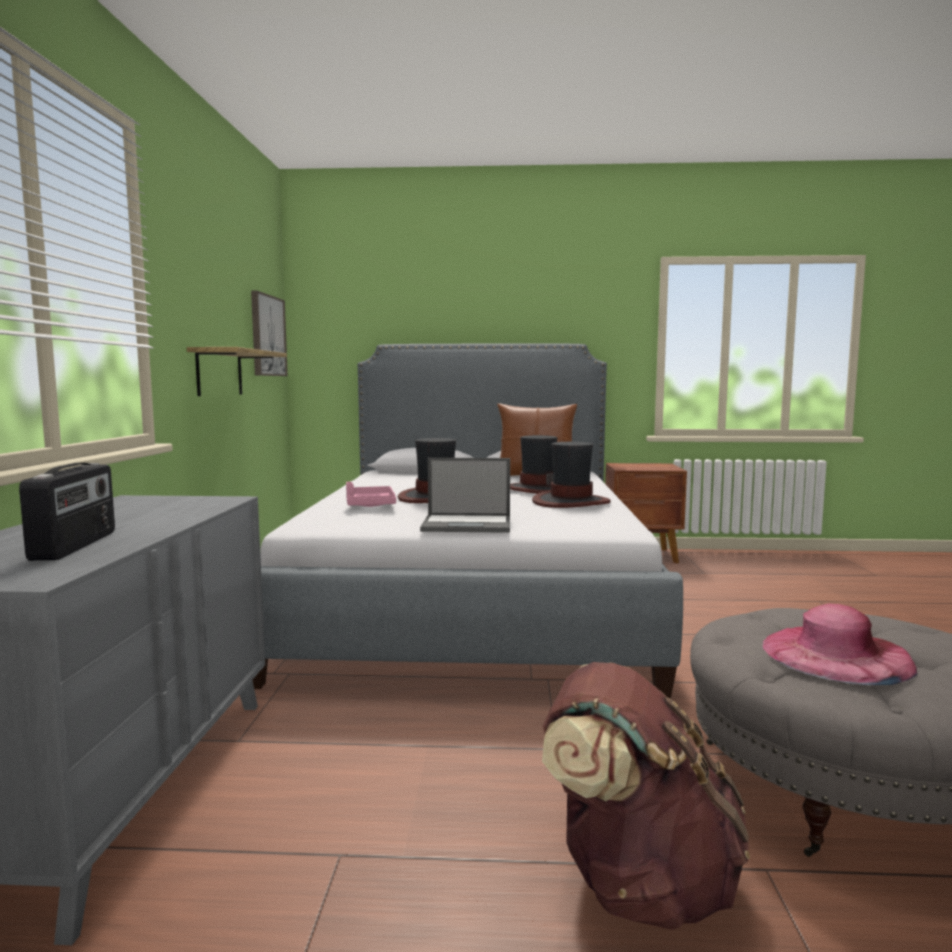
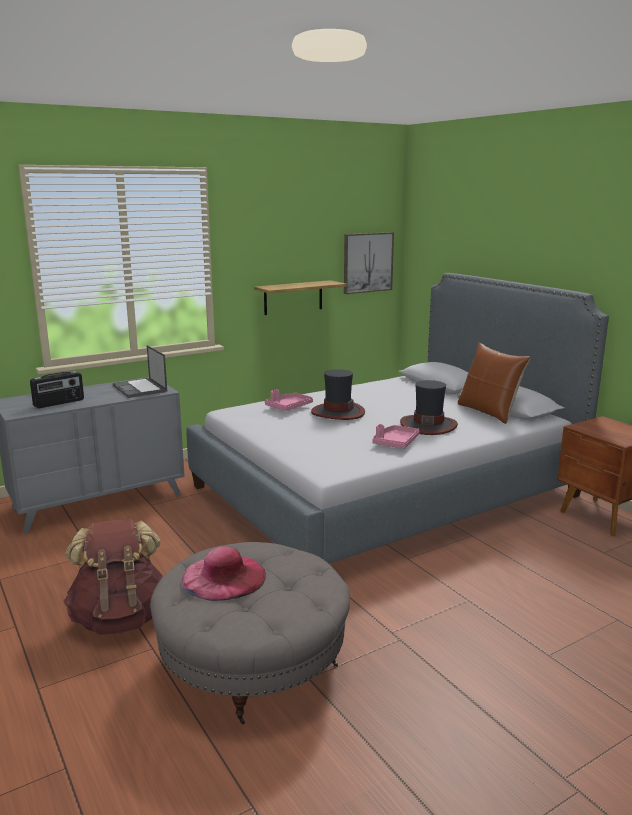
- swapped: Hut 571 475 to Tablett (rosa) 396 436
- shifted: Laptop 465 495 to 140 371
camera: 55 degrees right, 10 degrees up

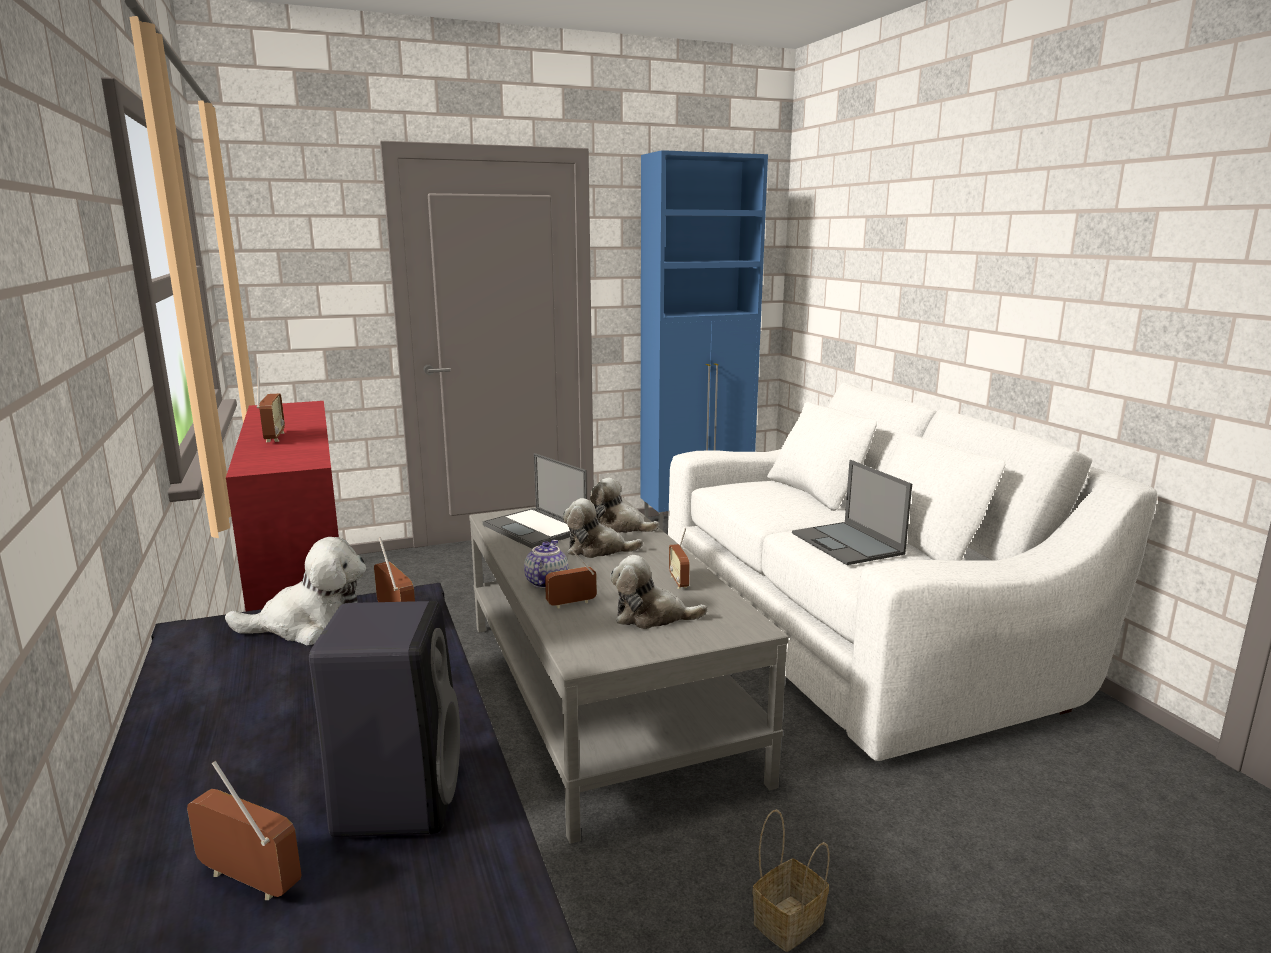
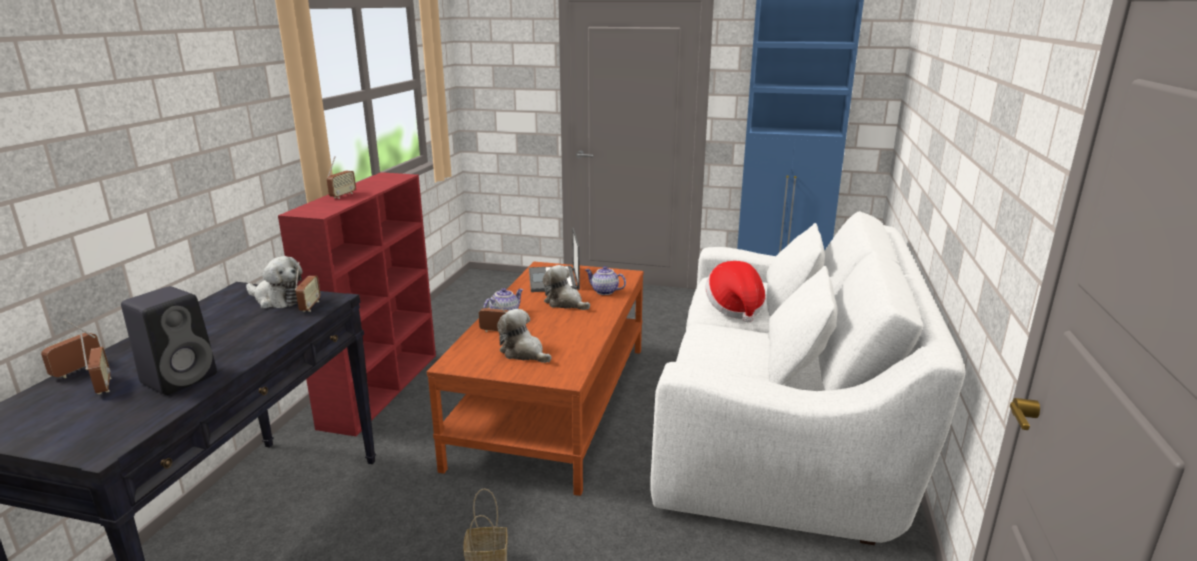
- gone: Laptop 852 512
- swapped: Plüschtier 624 505 to Teekanne 605 280
- repainted: Couchtisch (grau) 629 670 to Couchtisch (braun) 535 379
- shifted: Radio 679 558 to 70 348
- new: Hut 736 292
camera: 35 degrees right, 5 degrees up

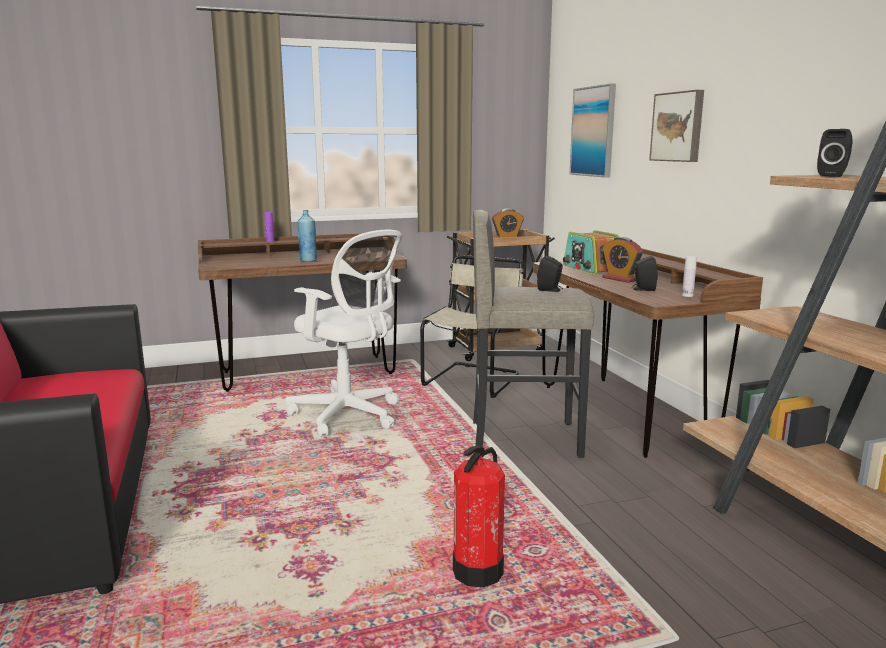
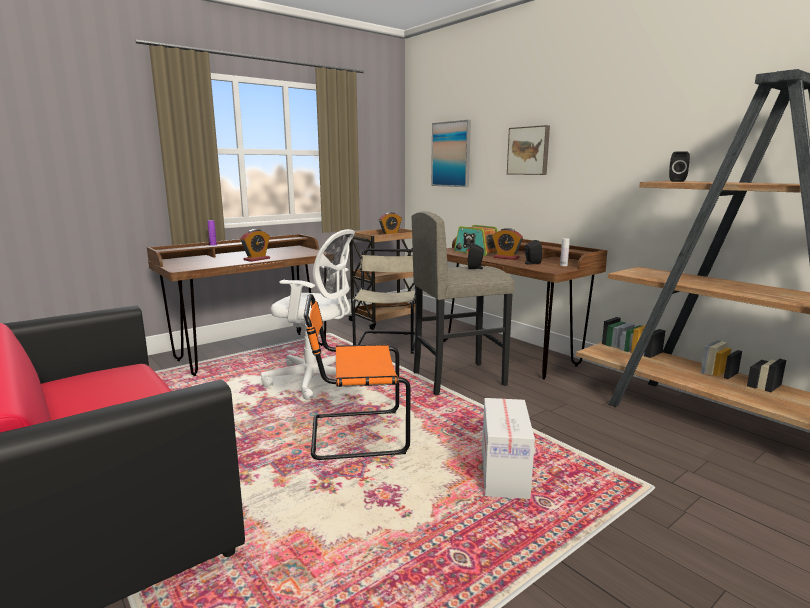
- swapped: Flasche (blau) 307 236 to Wecker 255 245
- swapped: Feuerlöscher 479 516 to Karton 508 448
- new: Stuhl (orange) 357 377
camera: 20 degrees left, 0 degrees up

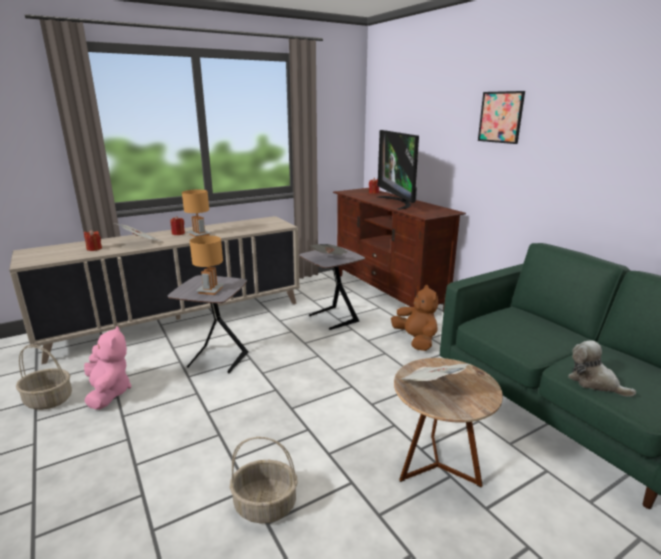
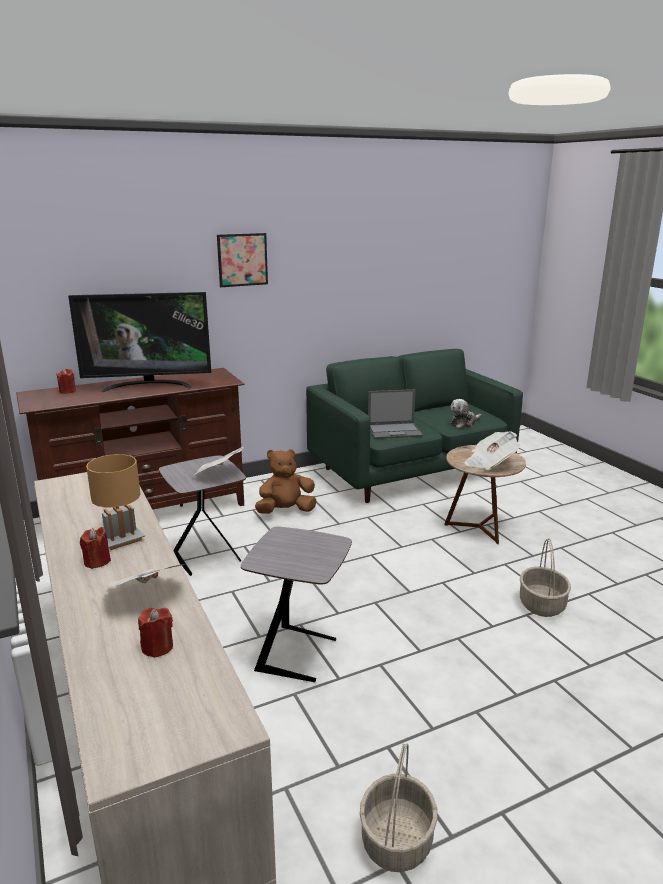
- gone: Tischlampe (braun) 207 265
- gone: Plüschtier (rosa) 107 368
- new: Laptop 395 414
camera: 85 degrees left, 0 degrees up

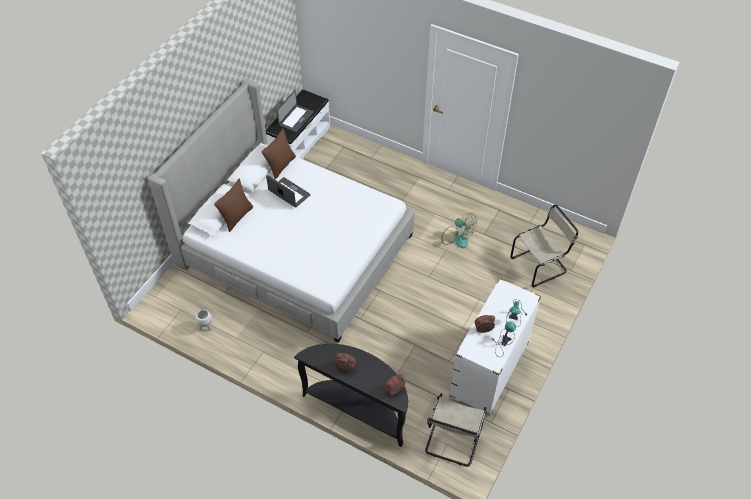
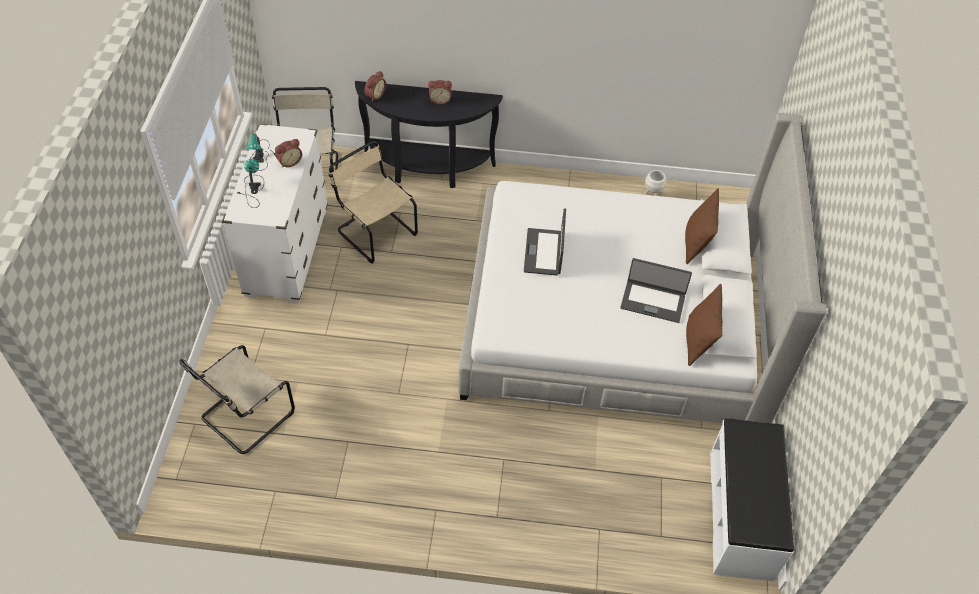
- shifted: Laptop 295 111 to 545 241
- gone: Ventilator 459 230
- new: Stuhl (beige) 373 202
camera: 155 degrees right, 0 degrees up

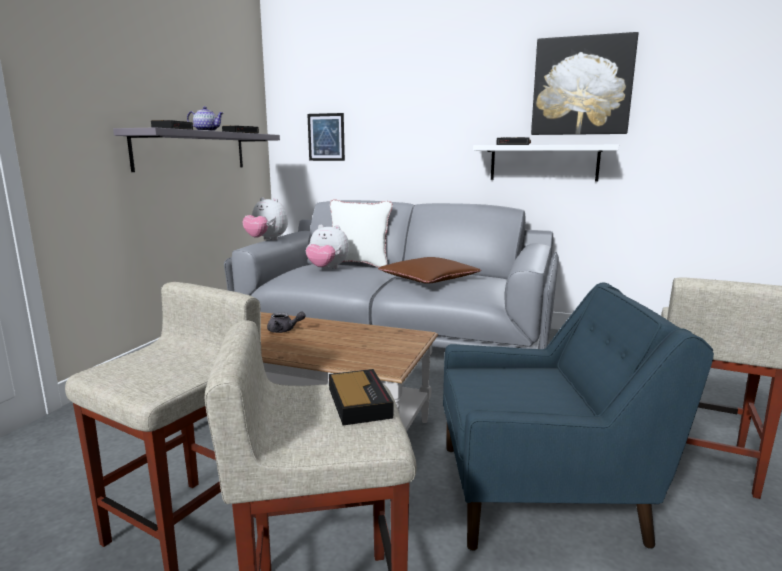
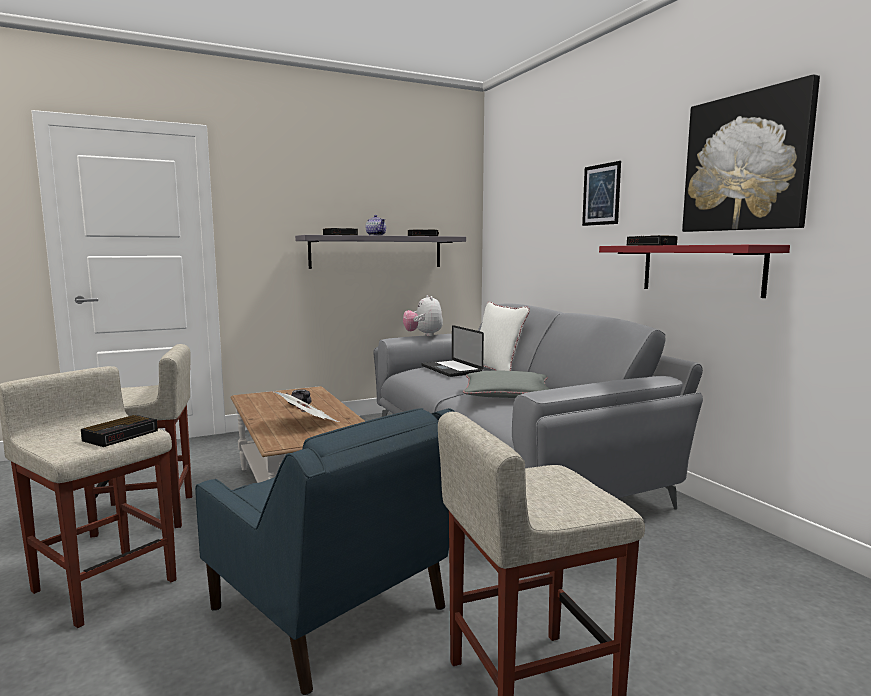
- shifted: Bild 326 137 to 601 193
- repainted: Wandregal (weiß) 546 163 to Wandregal (rot) 694 271
- swapped: Plüschtier 327 247 to Laptop 452 351
- repainted: Kissen (braun) 429 270 to Kissen (grau) 506 384
- new: Zeitung 305 406
camera: 45 degrees right, 5 degrees down

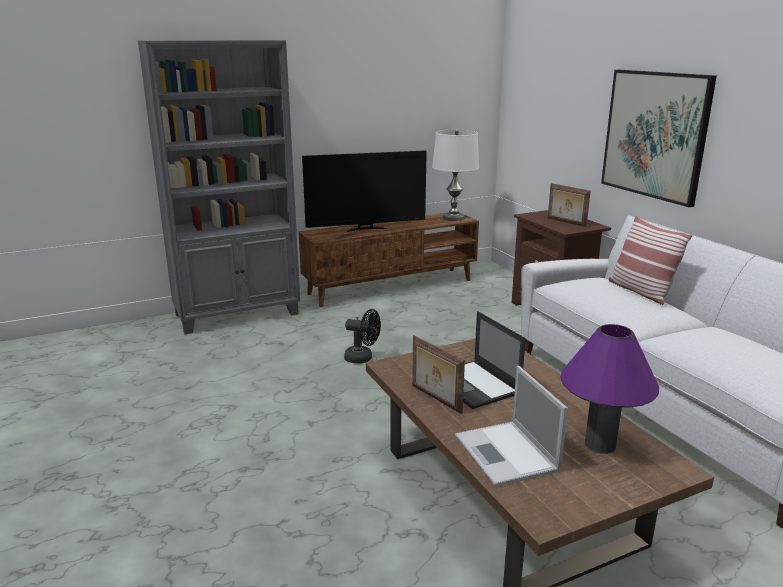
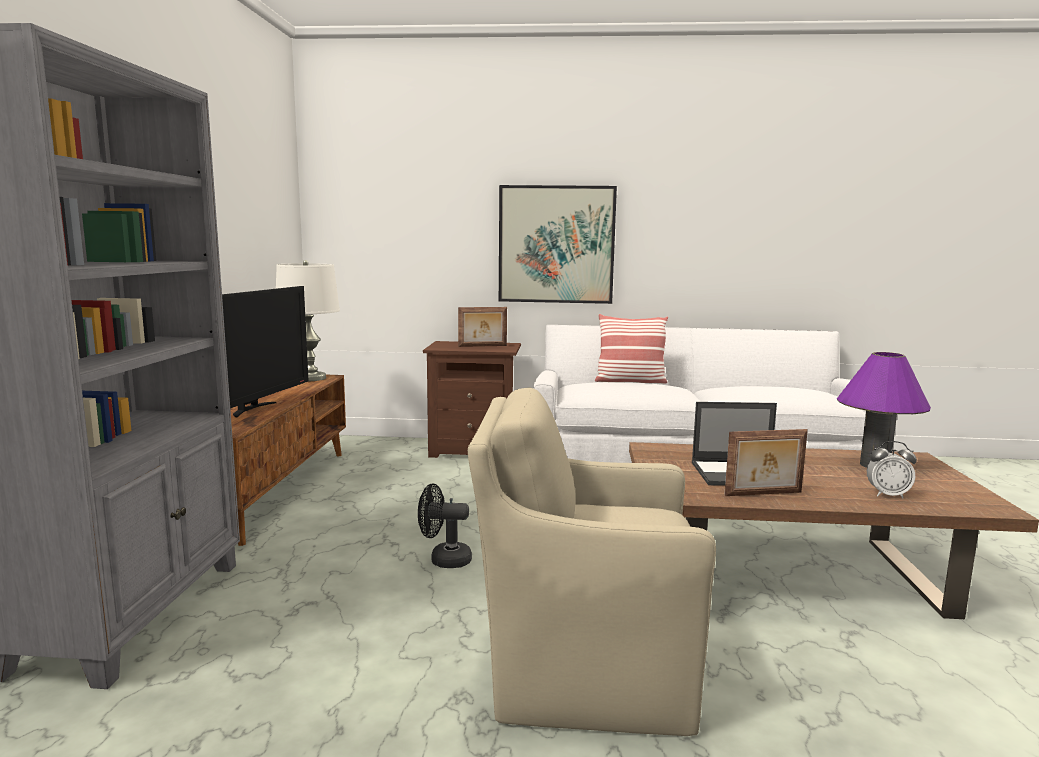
- rotated: Ventilator (schwarz) 362 336 = 445 525 135 degrees counterclockwise
- swapped: Laptop 511 426 to Wecker 892 469
- new: Sessel (beige) 592 561
camera: 60 degrees left, 10 degrees down

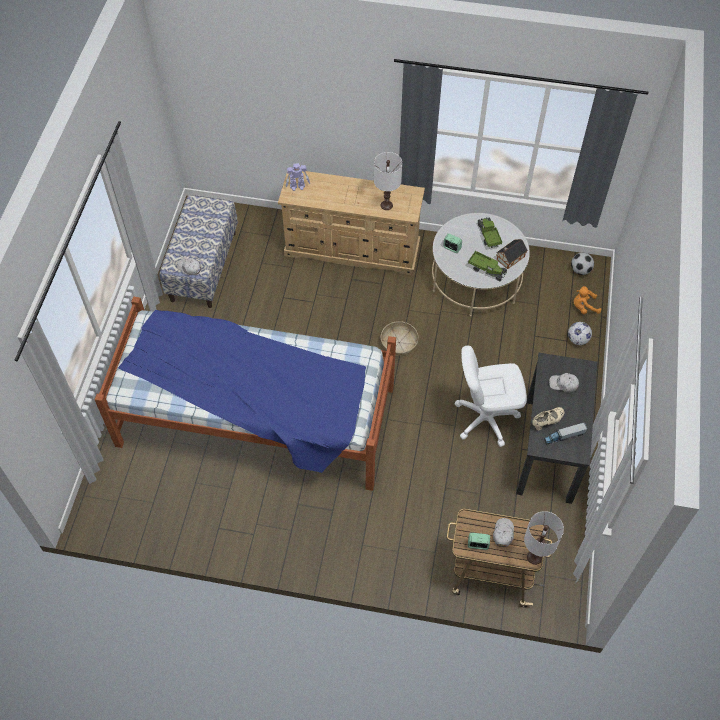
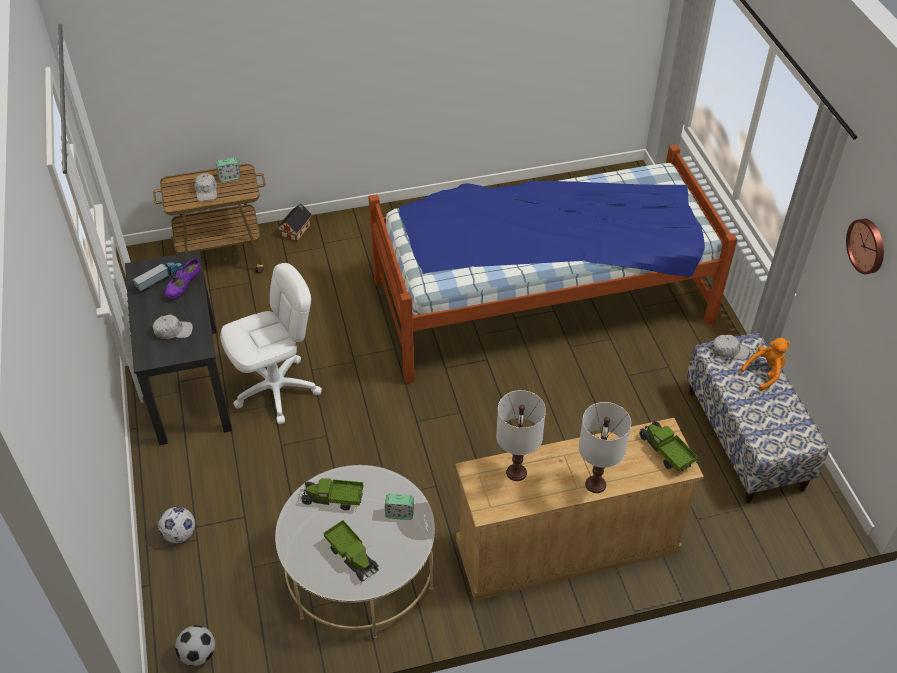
- swapped: Spielzeugroboter 298 177 to Spielzeuglaster 668 446
- shifted: Spielzeughaus 512 254 to 295 223
- shifted: Plüschtier (orange) 587 300 to 765 364
- gone: Korb 400 338
- repainted: Schuh (beige) 548 418 to Schuh (lila) 183 278
- shifted: Tischlampe (weiß) 544 538 to 605 447
- new: Wanduhr 865 246
camera: 155 degrees right, 10 degrees down

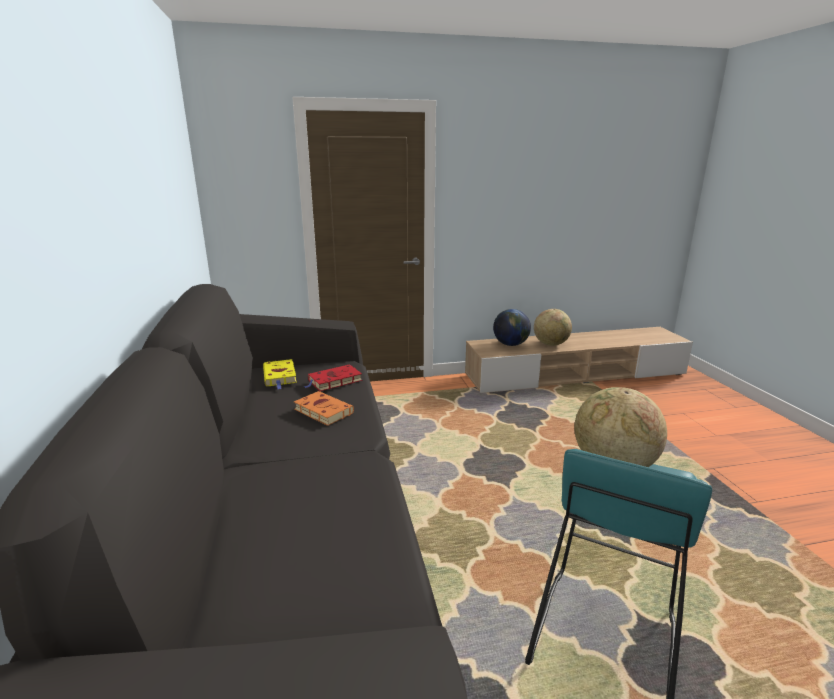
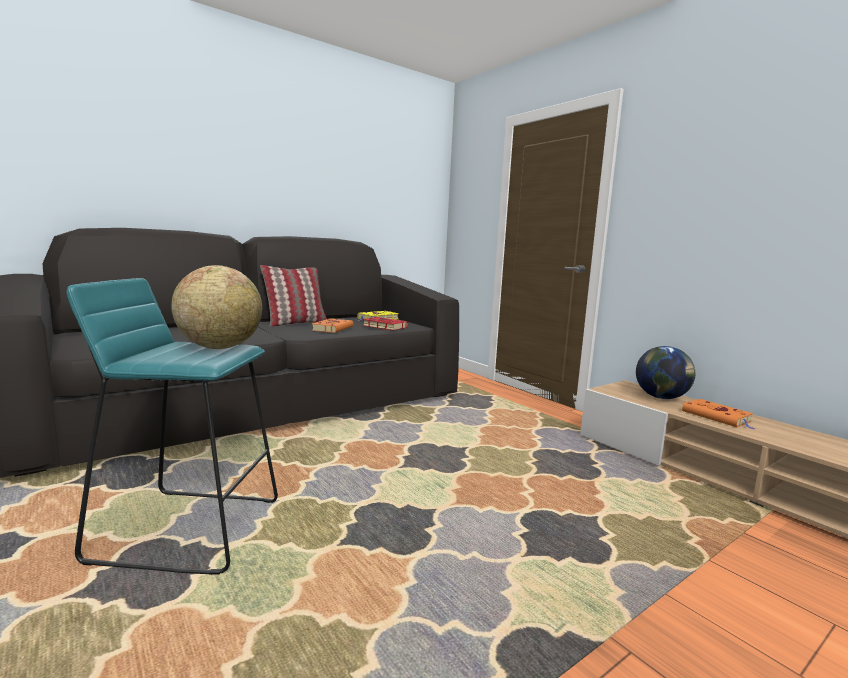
- swapped: Globus 553 327 to Buch (orange) 718 414
- new: Kissen 293 296
camera: 65 degrees right, 10 degrees down

